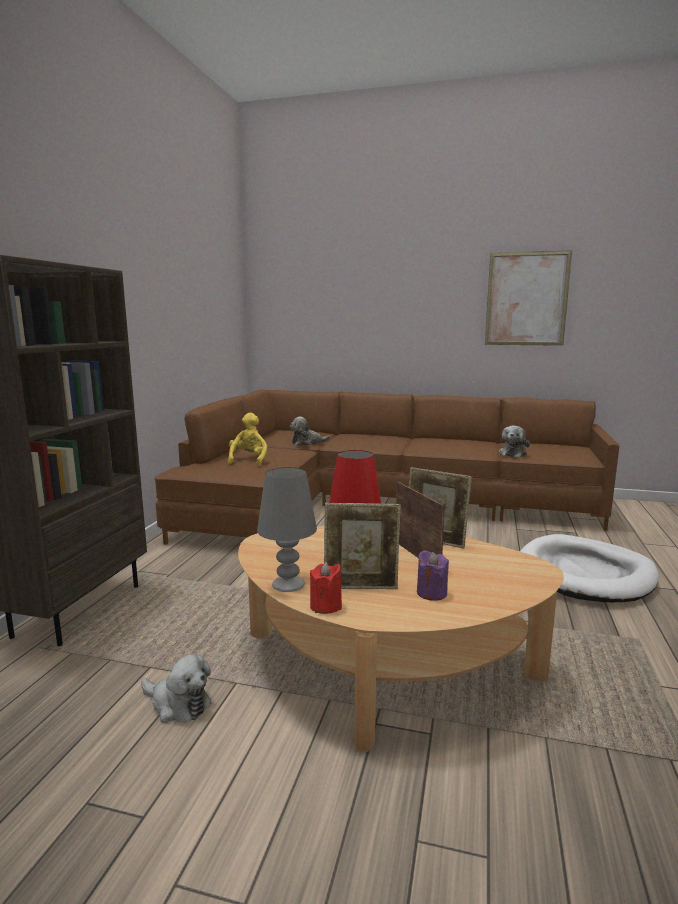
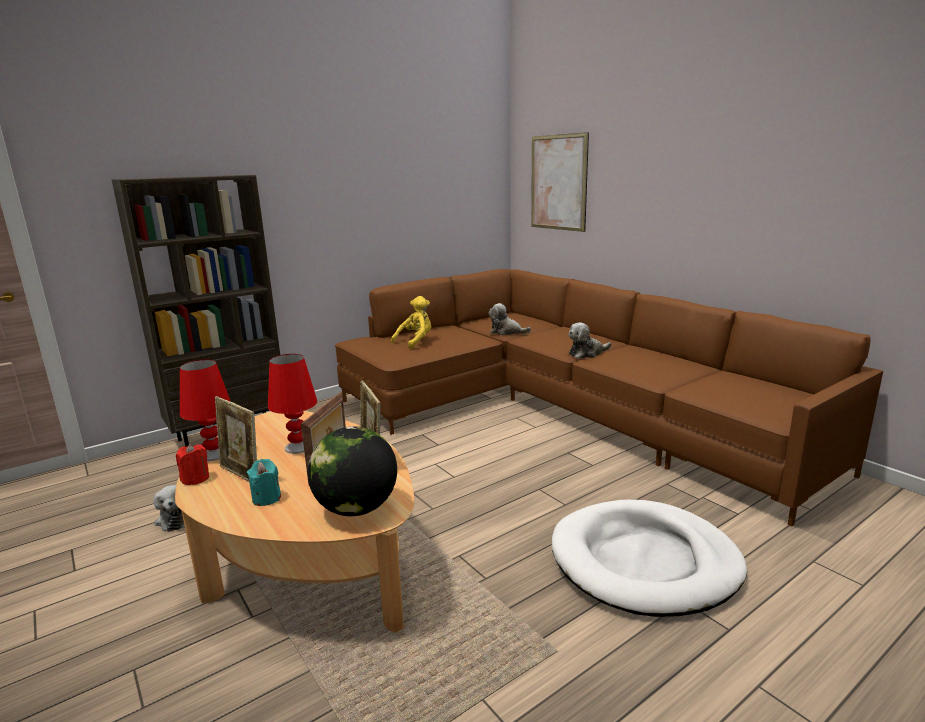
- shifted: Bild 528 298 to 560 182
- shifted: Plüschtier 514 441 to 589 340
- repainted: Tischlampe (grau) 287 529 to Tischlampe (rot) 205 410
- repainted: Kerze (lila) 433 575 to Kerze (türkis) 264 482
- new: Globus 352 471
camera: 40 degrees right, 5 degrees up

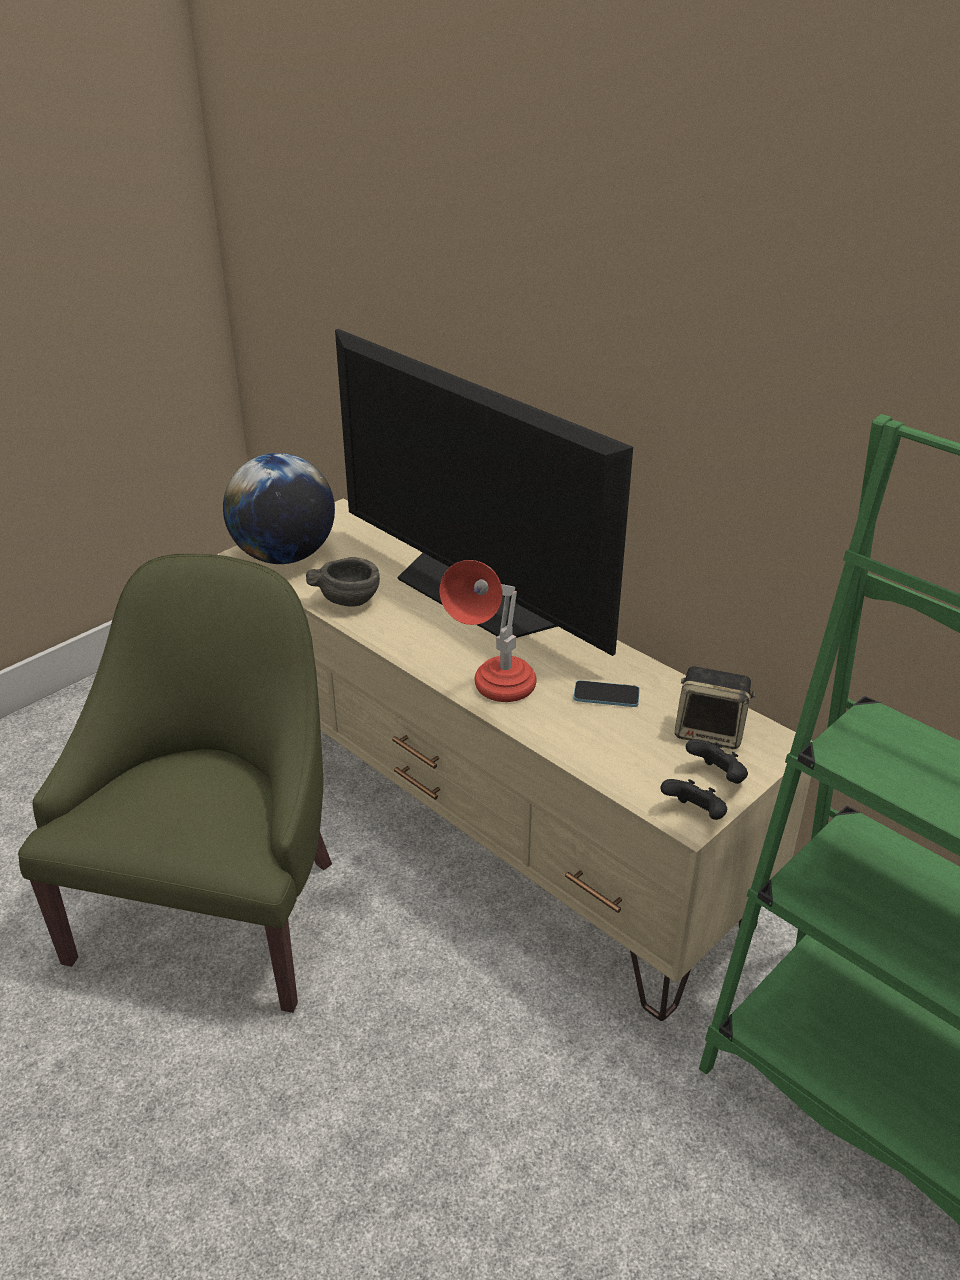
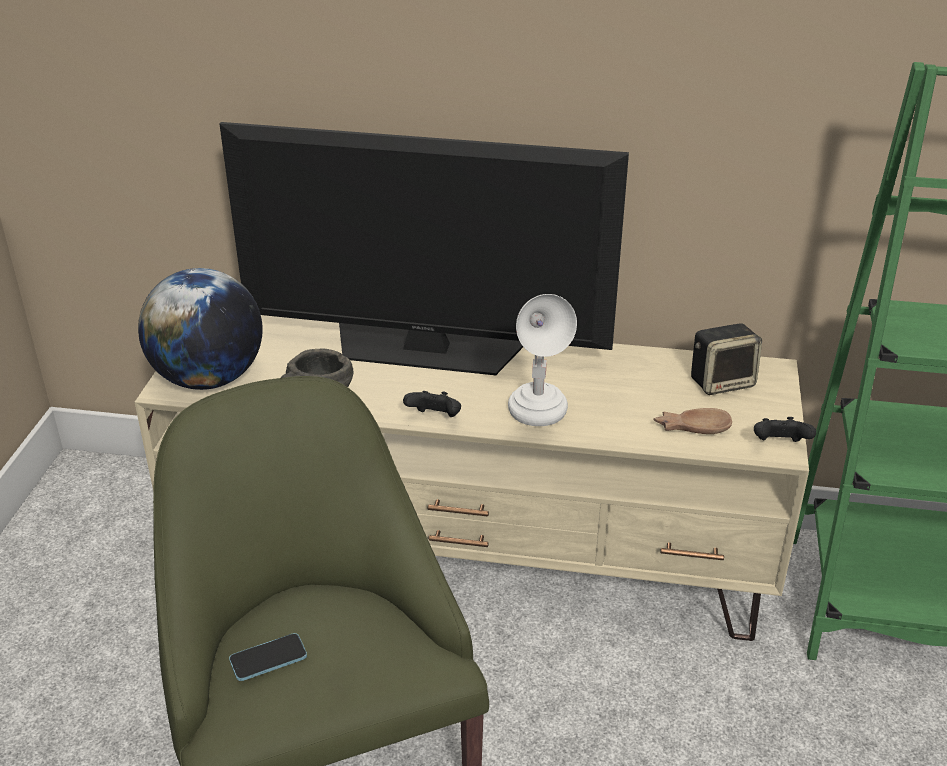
- repainted: Tischlampe (rot) 488 631 to Tischlampe (weiß) 542 360
- shifted: Handy 606 693 to 268 657
- shifted: Gamepad (schwarz) 717 761 to 432 404
- new: Schüssel (braun) 692 421
camera: 35 degrees left, 0 degrees up

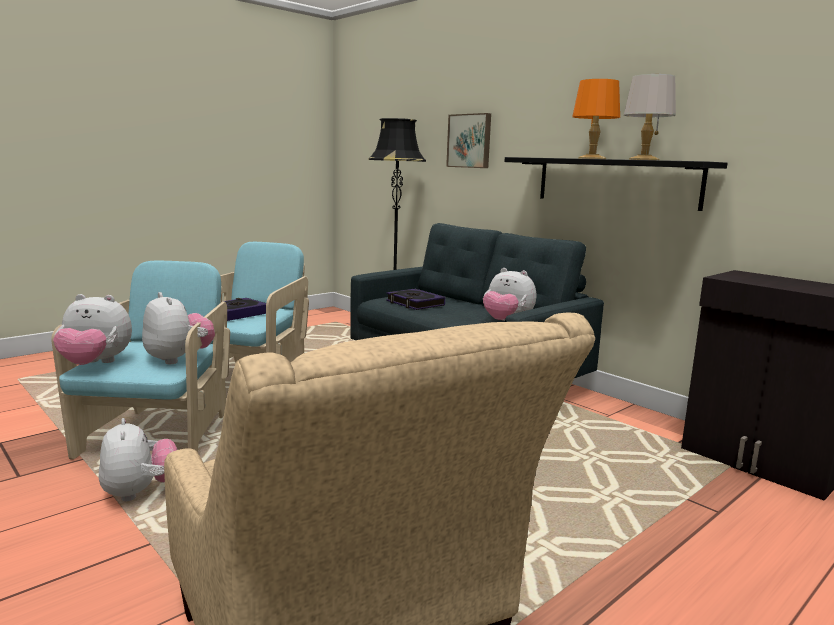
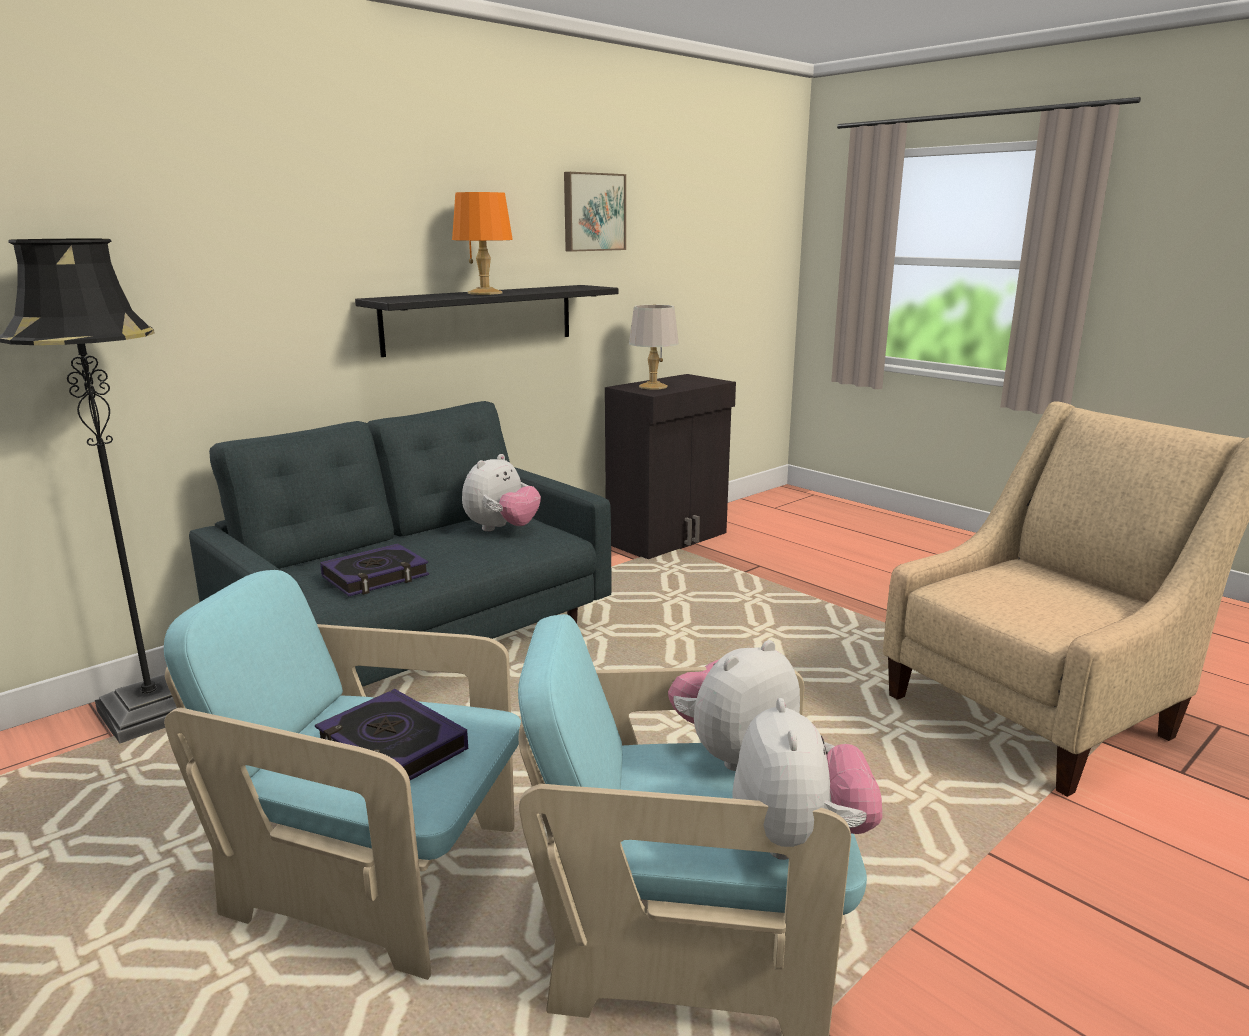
- shifted: Tischlampe (grau) 650 117 to 654 347
- shifted: Bild 468 140 to 595 212
- gone: Plüschtier 138 459
camera: 90 degrees left, 5 degrees up

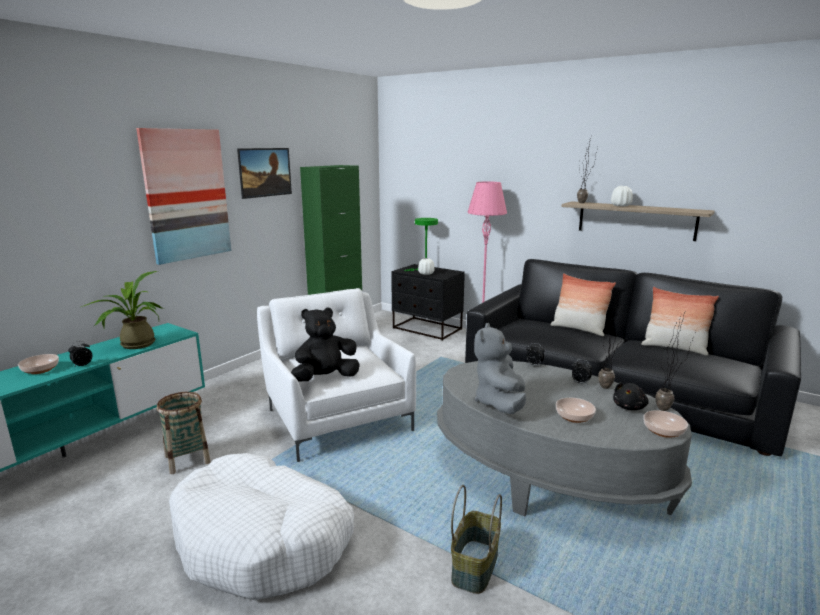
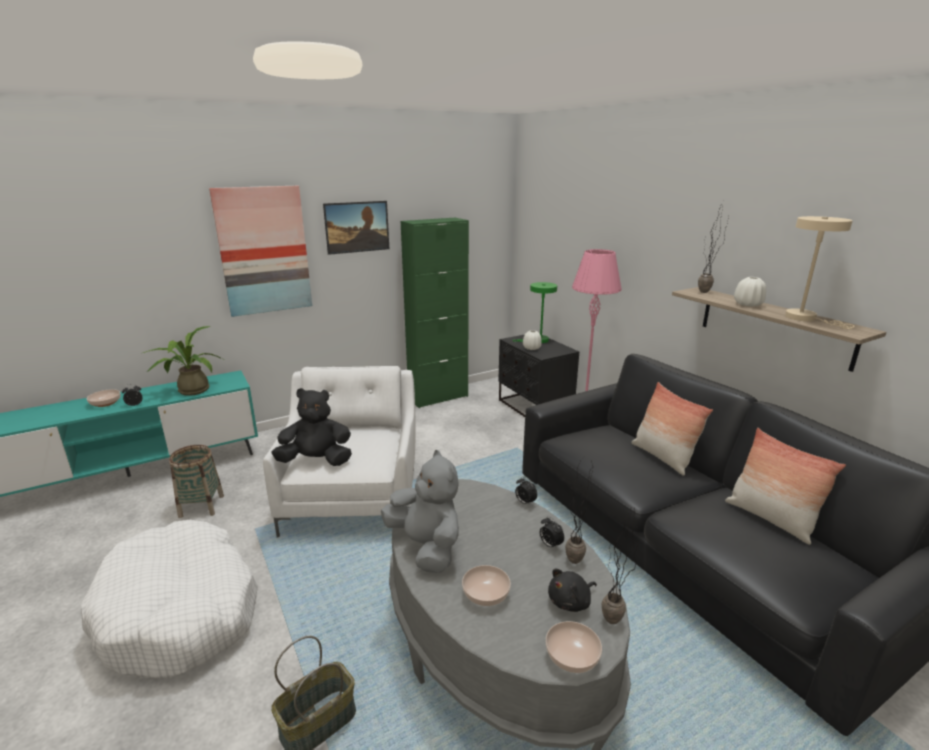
- rotated: Plüschtier (grau) 500 368 = 420 511 105 degrees clockwise
- new: Tischlampe (beige) 820 273
camera: 25 degrees right, 5 degrees up

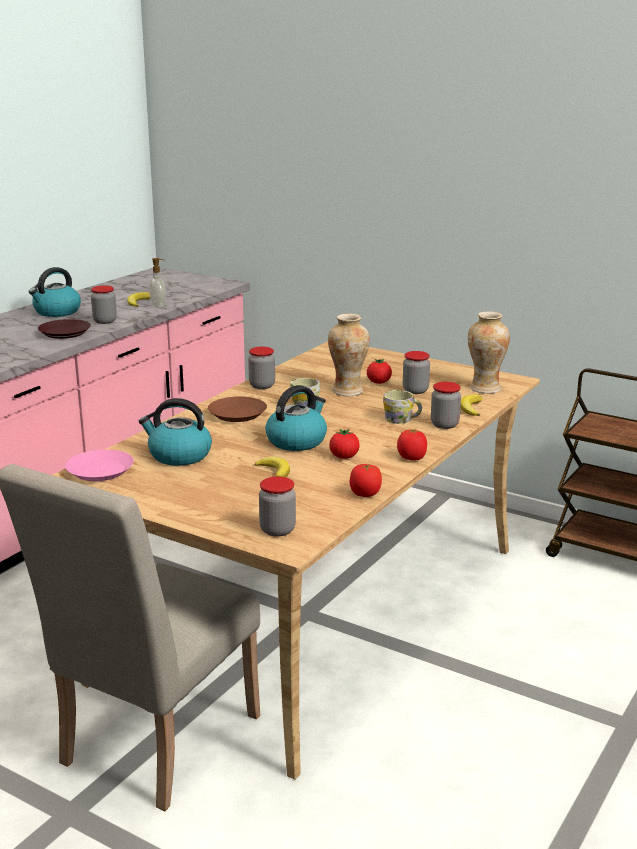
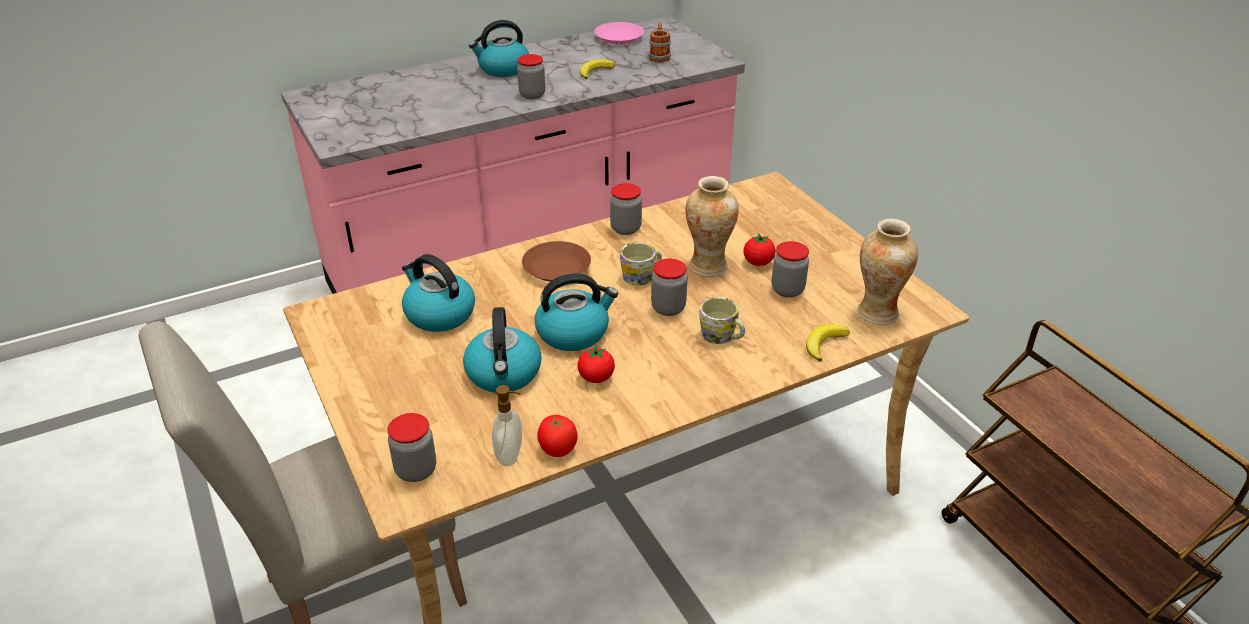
- shifted: Seifenspender 157 283 to 507 425
- gone: Teller (braun) 64 329
- shifted: Vorratsglas 446 405 to 669 287
- gone: Tomate 412 444
- shifted: Teller (rosa) 99 465 to 619 33
- swapped: Banane 272 466 to Wasserkessel 502 350
- new: Henkelbecher 660 42
camera: 30 degrees right, 15 degrees up

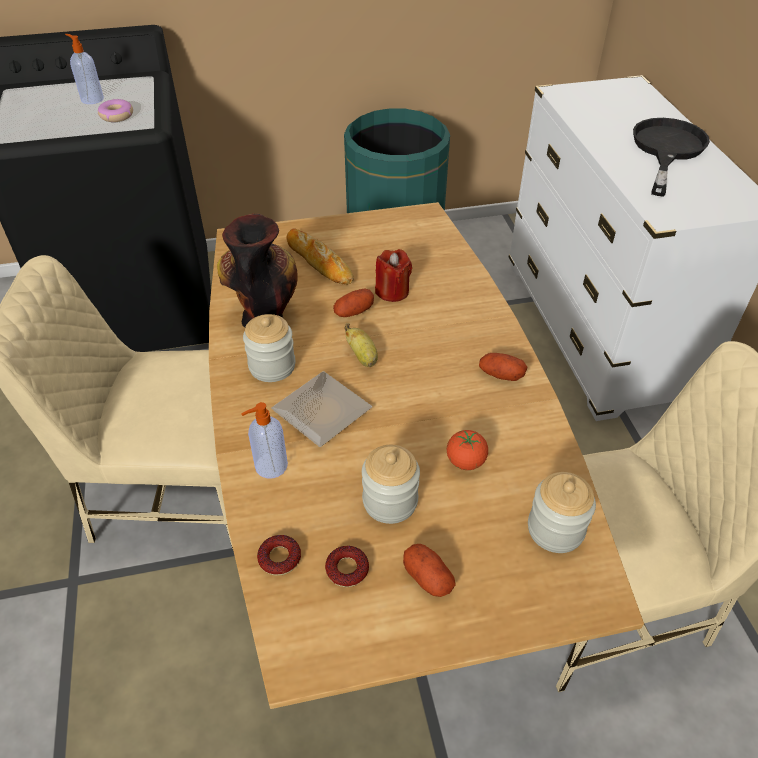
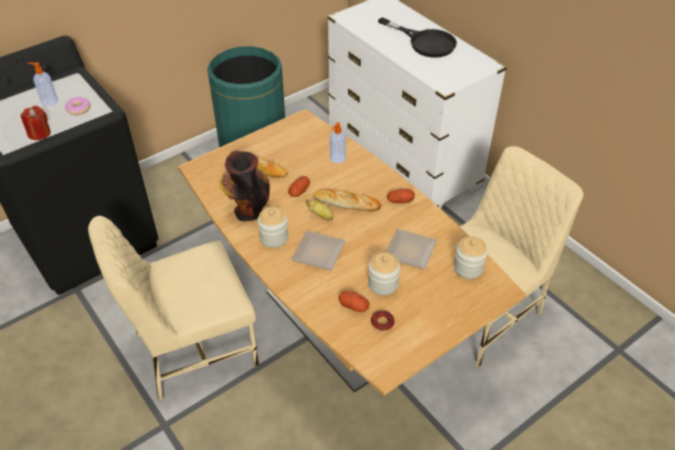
- rotated: Pfanne (schwarz) 671 157 = 417 37 135 degrees clockwise
- shifted: Kerze (rot) 393 275 to 35 123
- shifted: Seifenspender 264 440 to 338 142
- swapped: Tomate 467 450 to Teller 411 249
- gone: Donut 279 555
- shifted: Kartoffel 429 570 to 354 301
- new: Brot 347 200
camera: 25 degrees left, 0 degrees up

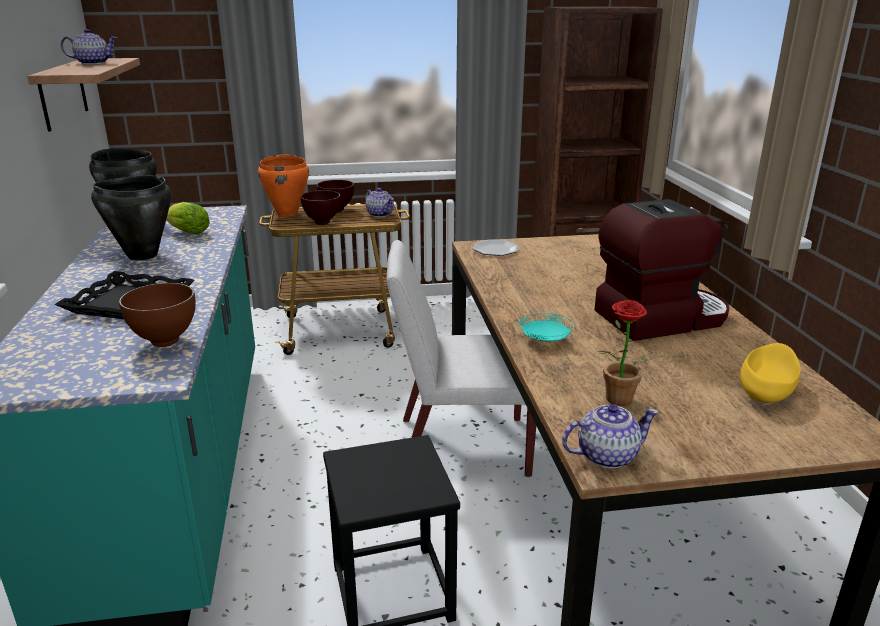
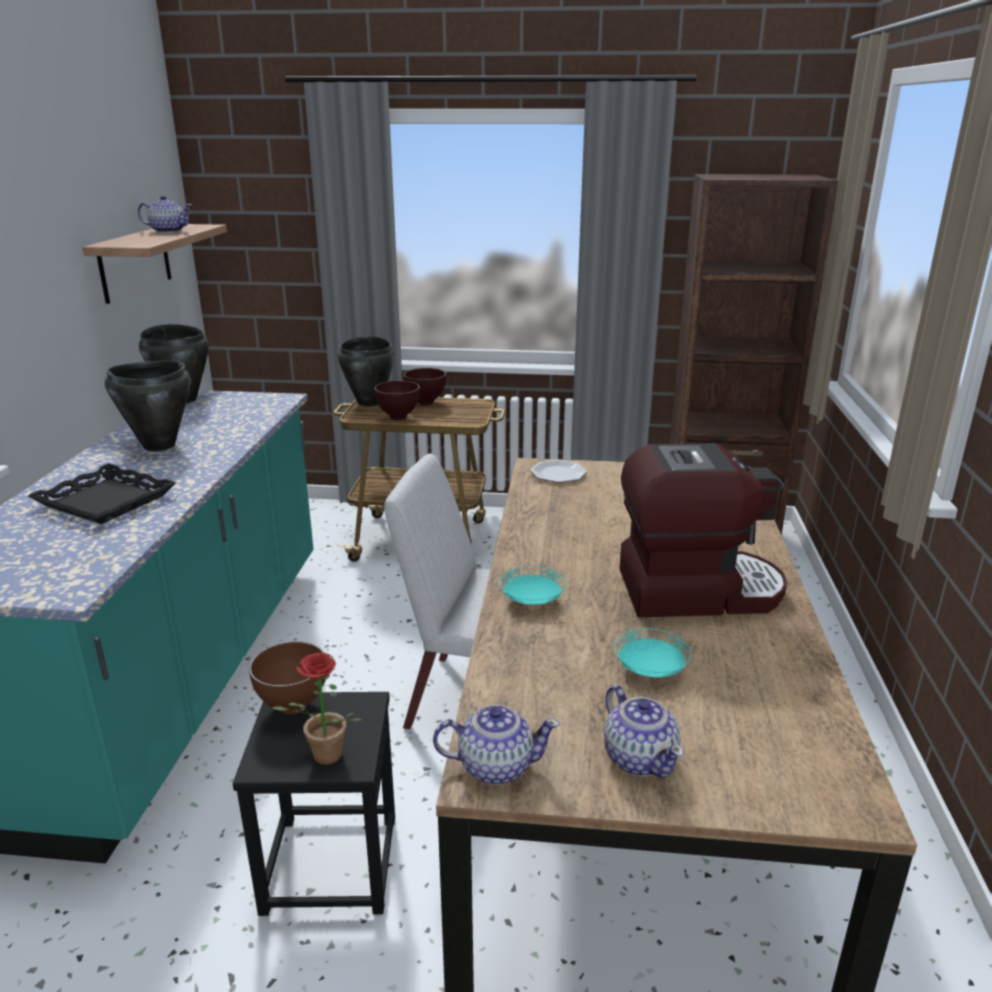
- repainted: Kochtopf (orange) 283 185 to Kochtopf (schwarz) 366 371
- shifted: Teekanne 379 202 to 644 731
- gone: Salatkopf 188 218
- shifted: Schüssel (braun) 157 315 to 287 678
- shifted: Topfpflanze 630 353 to 317 709
- gone: Schüssel (gelb) 770 374
- new: Teller (türkis) 652 652
camera: 15 degrees right, 0 degrees up

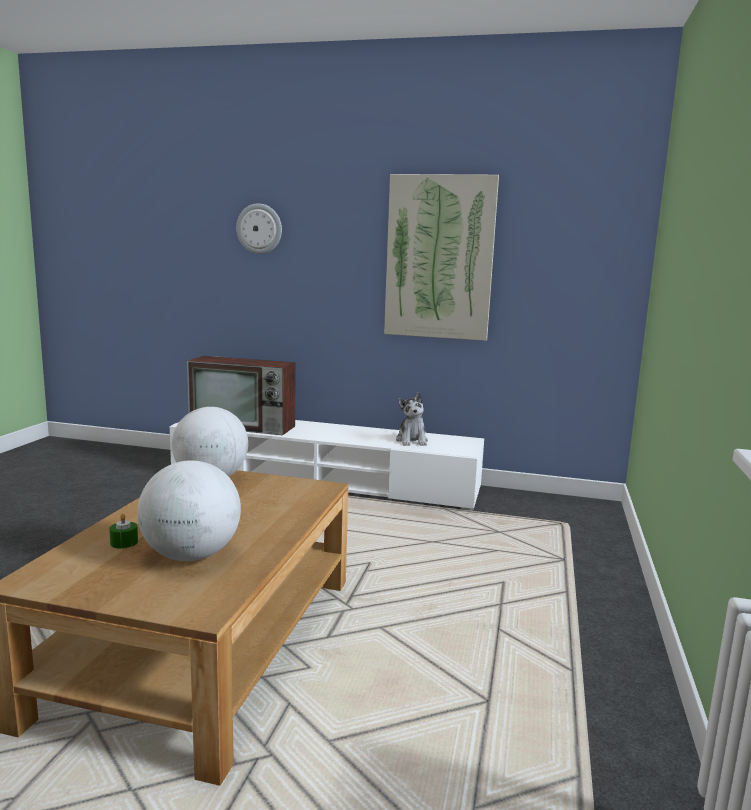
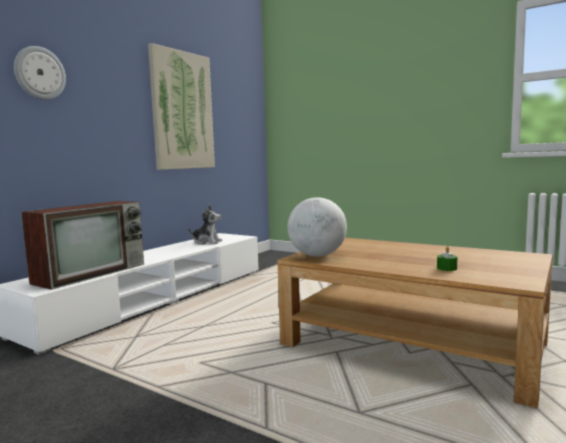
- gone: Globus 189 510
camera: 70 degrees left, 5 degrees down

